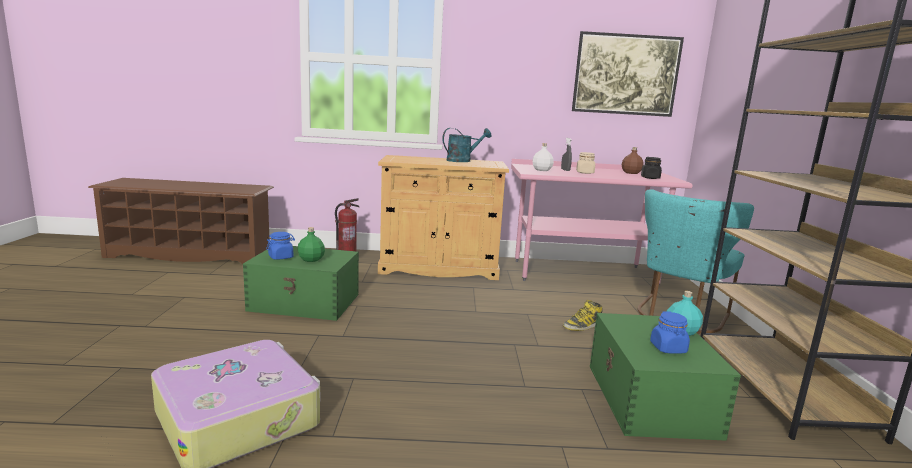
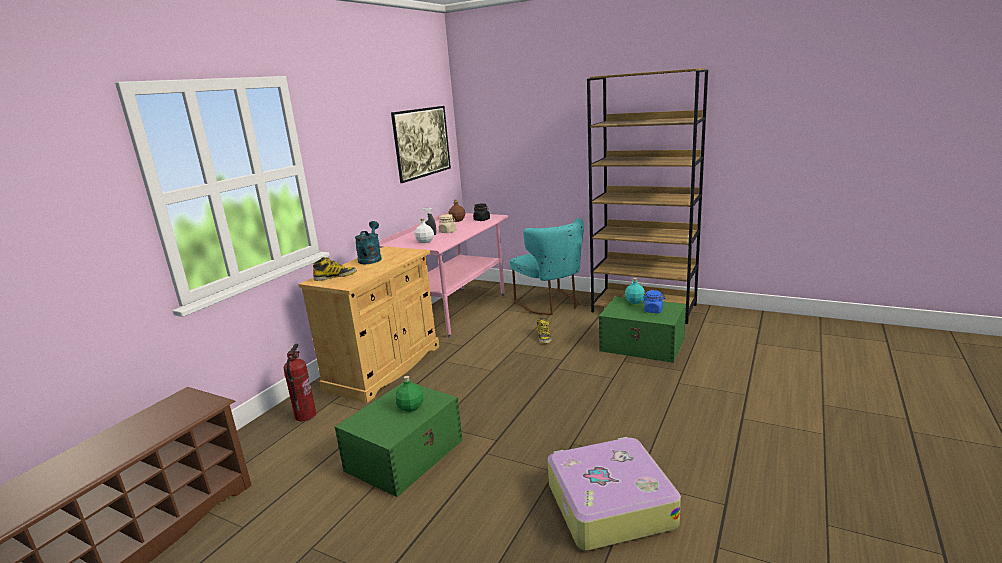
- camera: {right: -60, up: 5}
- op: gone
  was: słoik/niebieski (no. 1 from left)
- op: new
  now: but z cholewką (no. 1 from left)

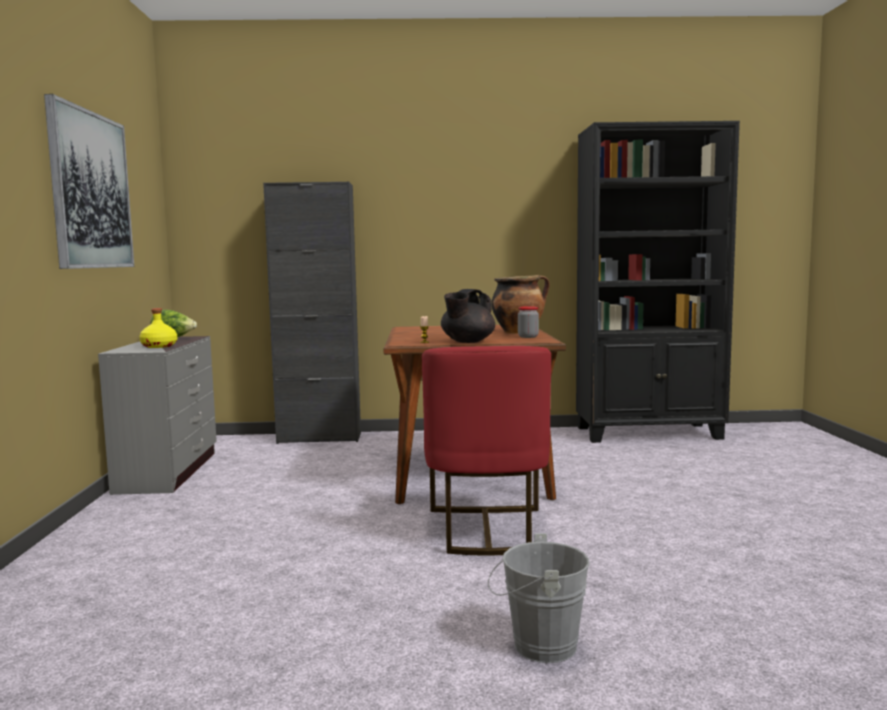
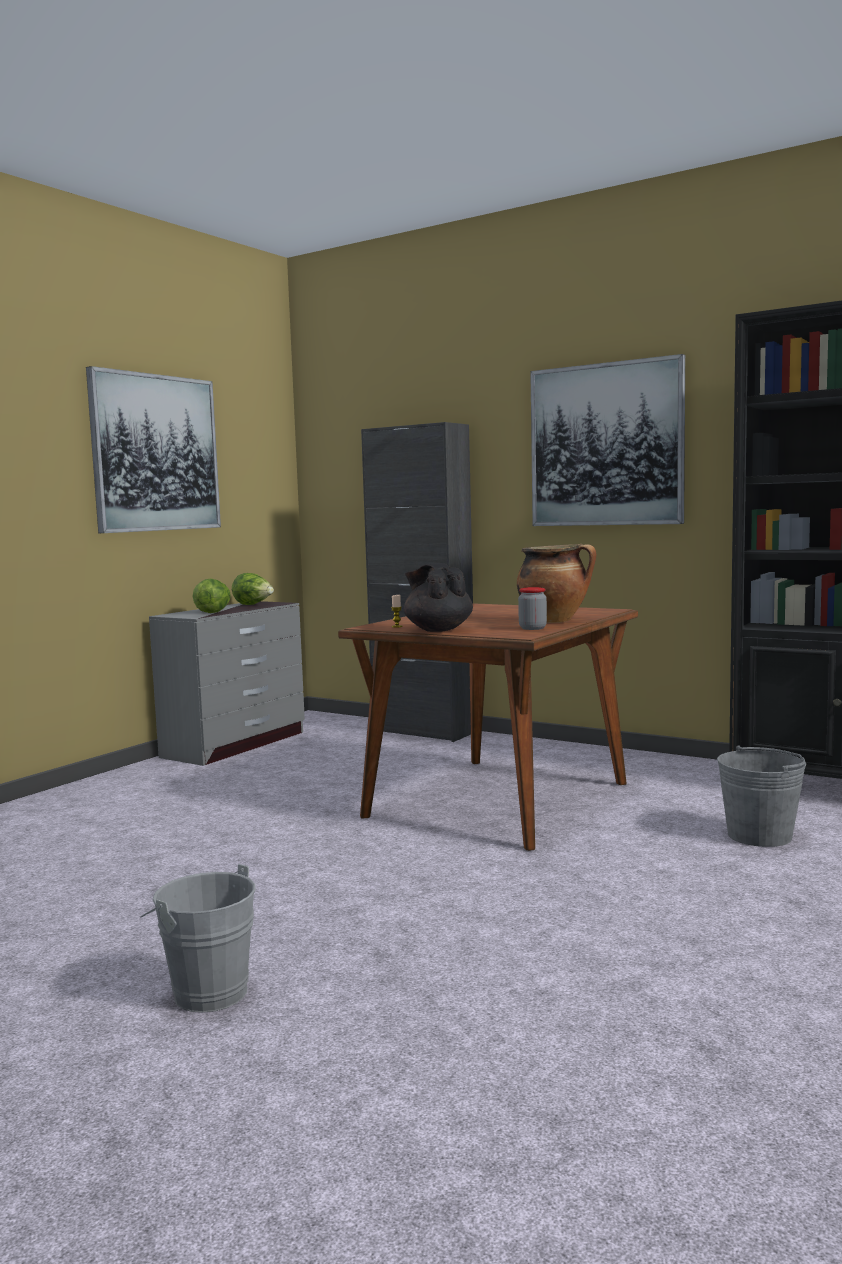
- camera: {right: 35, up: 0}
- op: gone
  was: krzesło/czerwony
- op: new
  now: obraz (no. 2 from left)
- op: new
  now: wiadro/szary (no. 2 from left)
- op: swapped
  was: butelka/żółty
  now: sałata (no. 1 from left)
- op: rotated
  was: imbryk/czarny
  clockwise: 75

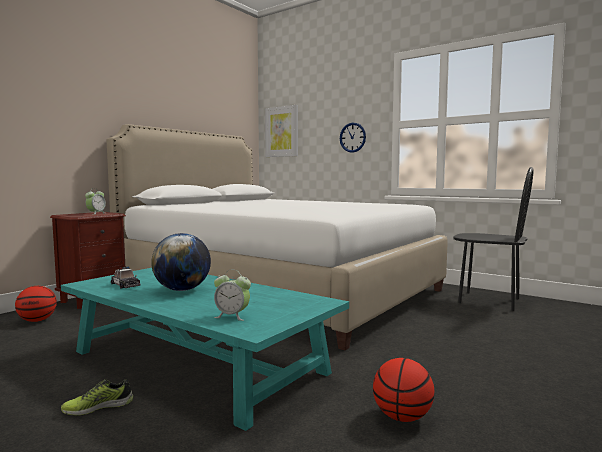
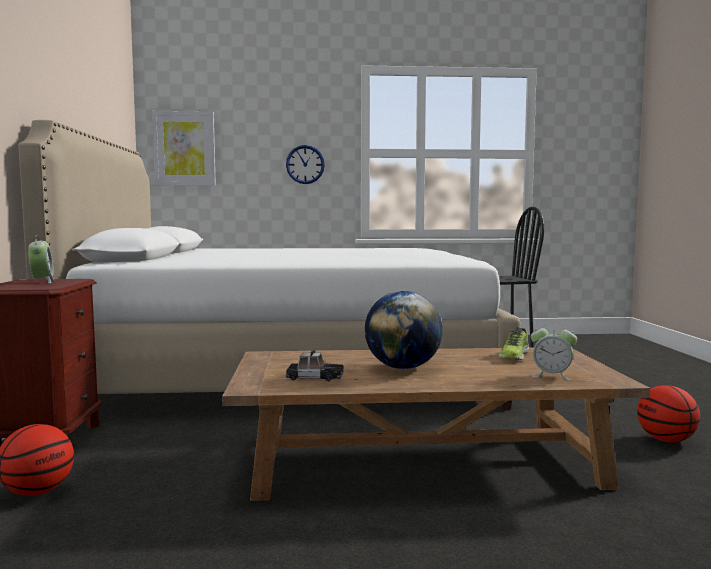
- camera: {right: -40, up: 0}
- op: shifted
  was: but
- op: repainted
  was: ława/turkusowy
  now: ława/brązowy
- op: rotated
  was: budzik (no. 2 from left)
  clockwise: 45

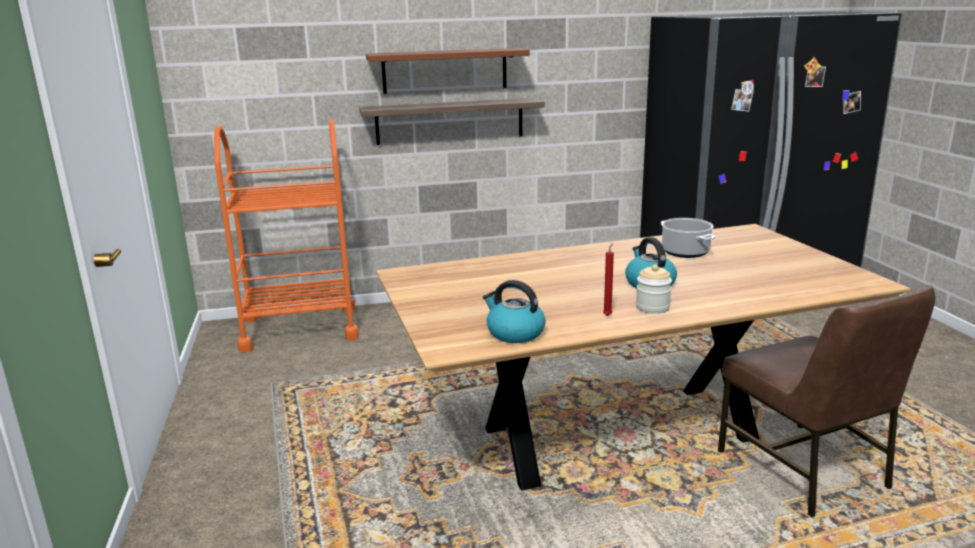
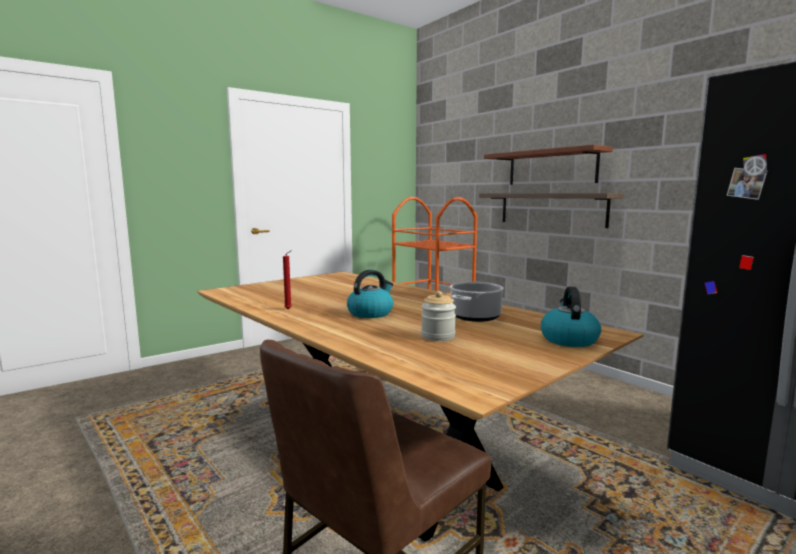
- camera: {right: 65, up: -10}
- op: shifted
  was: czajnik (no. 1 from left in the first image)
  now: czajnik (no. 2 from left)
- op: shifted
  was: słoik

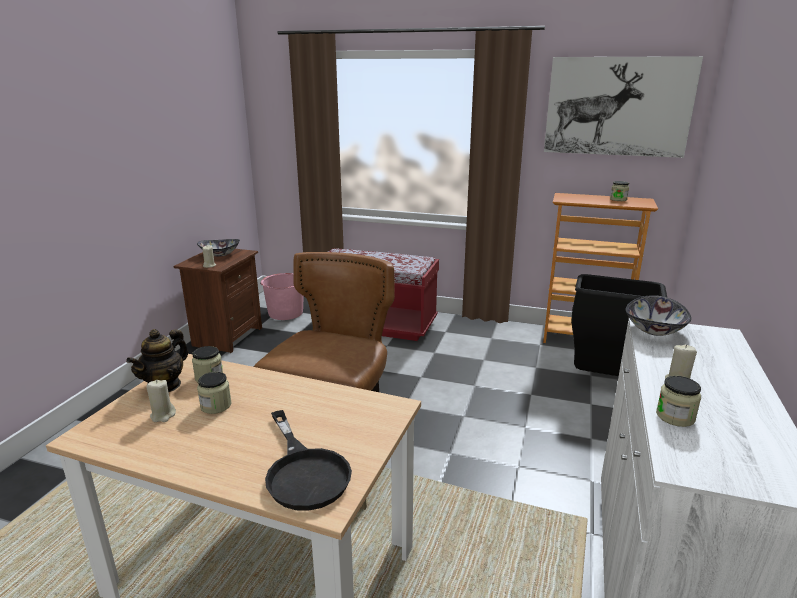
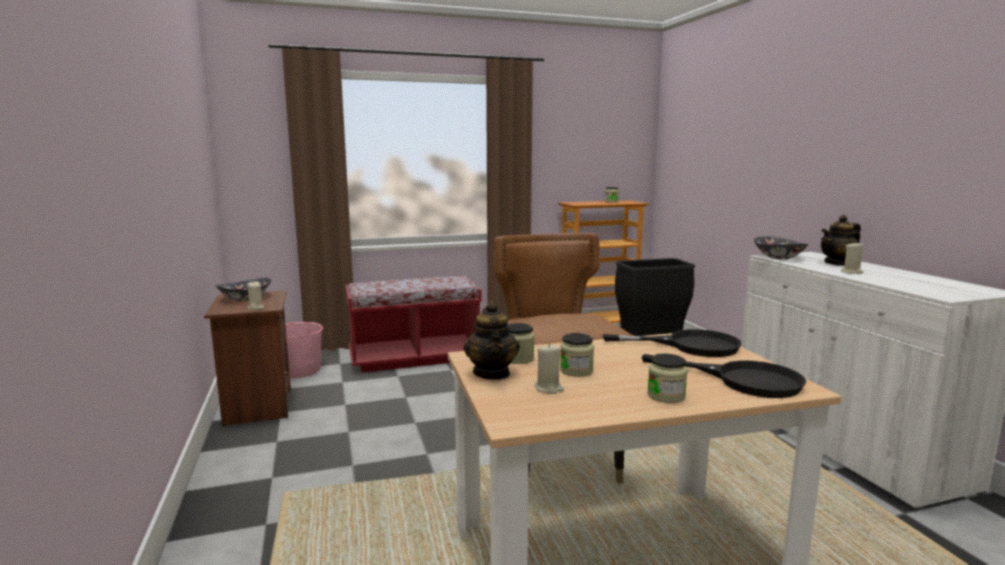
- camera: {right: -35, up: -10}
- op: gone
  was: obraz
- op: new
  now: patelnia/czarny (no. 1 from left)
- op: new
  now: imbryk (no. 2 from left)
- op: shifted
  was: słoik (no. 4 from left)

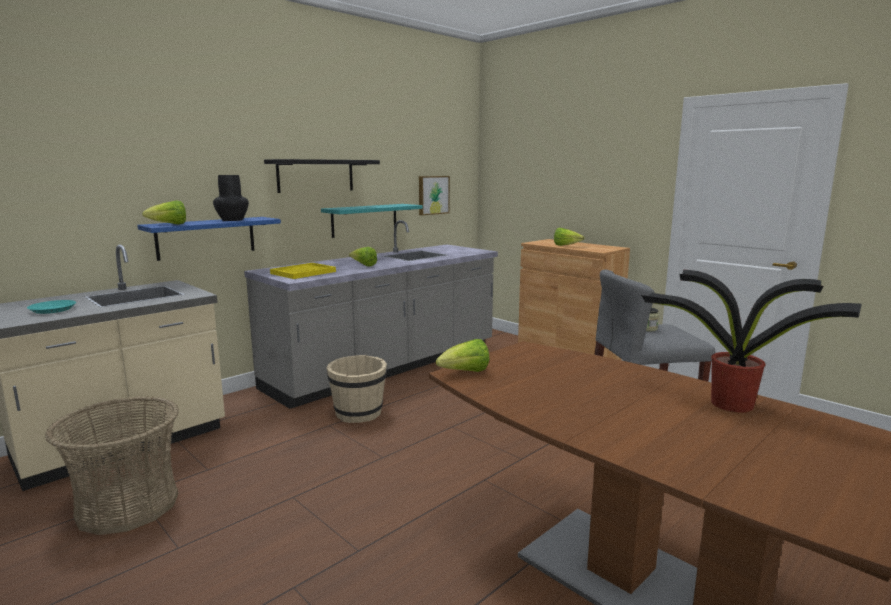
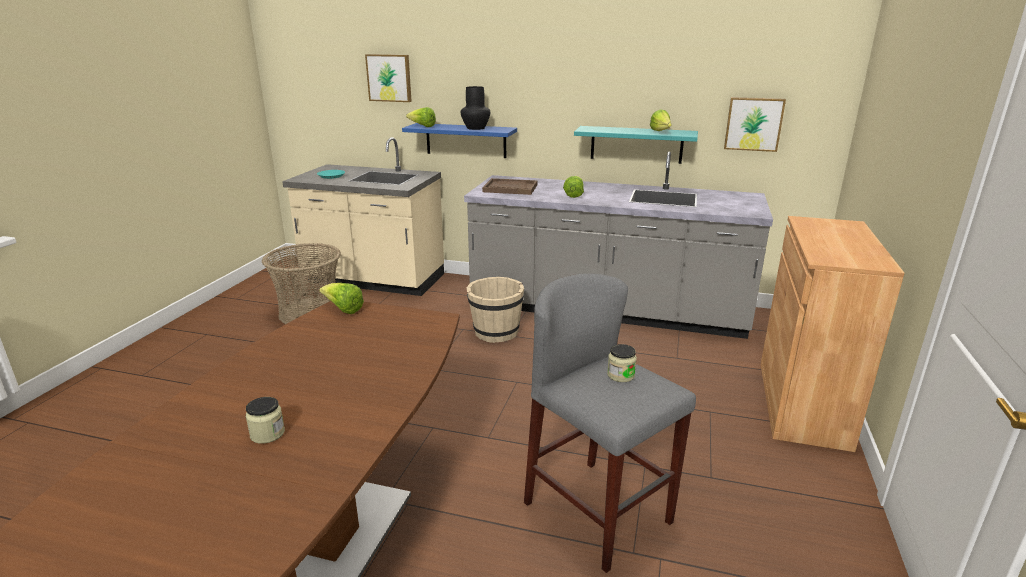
- camera: {right: 60, up: 10}
- op: gone
  was: półka/czarny
- op: gone
  was: roślina doniczkowa
- op: new
  now: słoik (no. 1 from left)
- op: new
  now: obraz (no. 1 from left)
- op: shifted
  was: sałata (no. 4 from left)
- op: repainted
  was: taca/żółty
  now: taca/brązowy

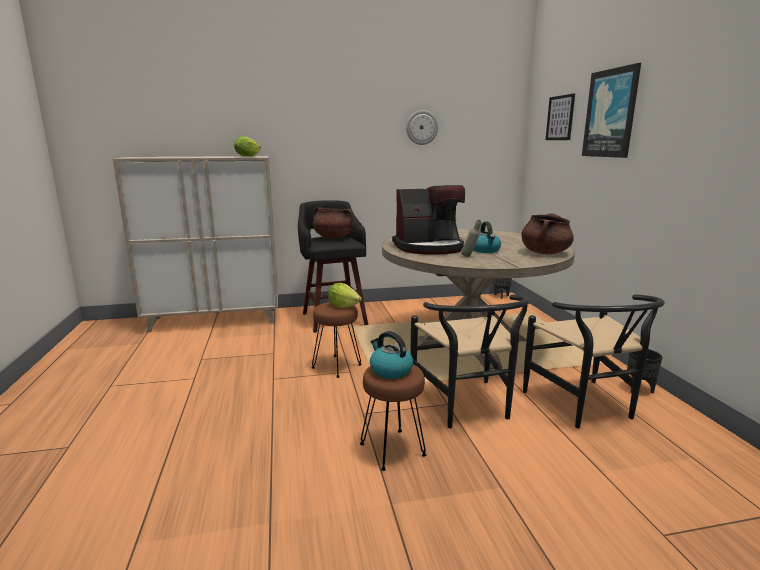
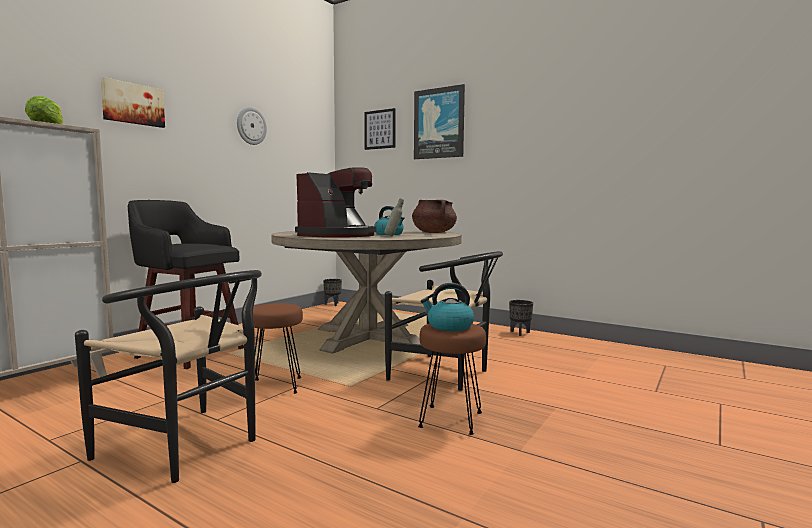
- camera: {right: -45, up: -10}
- op: gone
  was: garnek/brązowy (no. 1 from left)
- op: gone
  was: sałata (no. 2 from left)
- op: new
  now: obraz (no. 1 from left)
- op: shifted
  was: krzesło/czarny (no. 2 from left in the first image)
  now: krzesło/czarny (no. 1 from left)

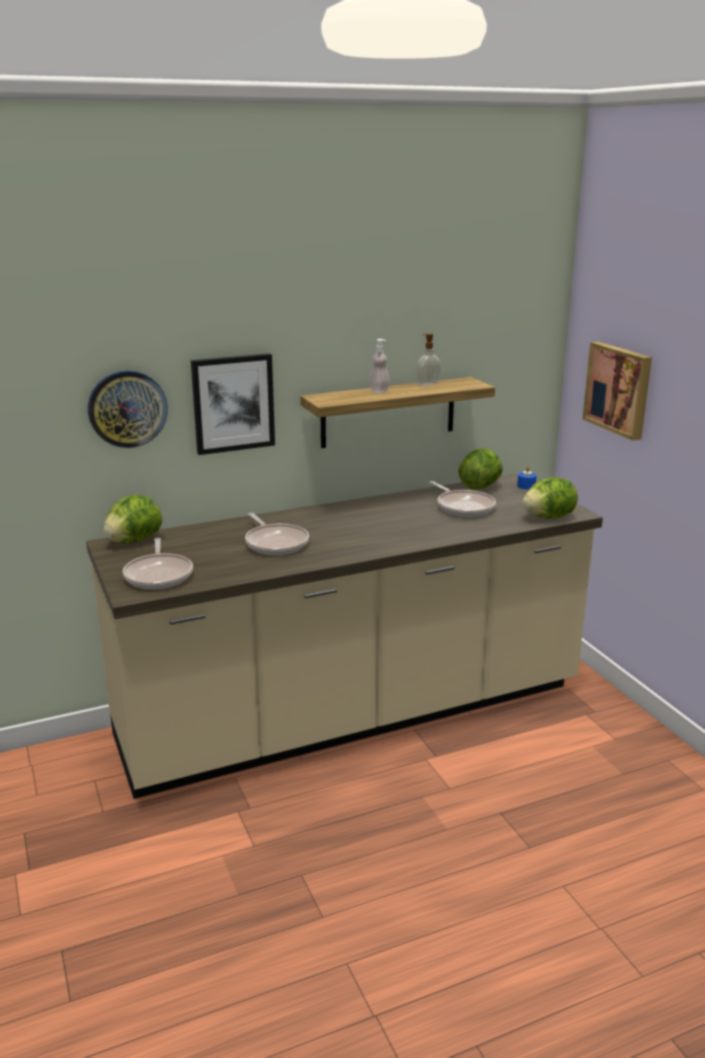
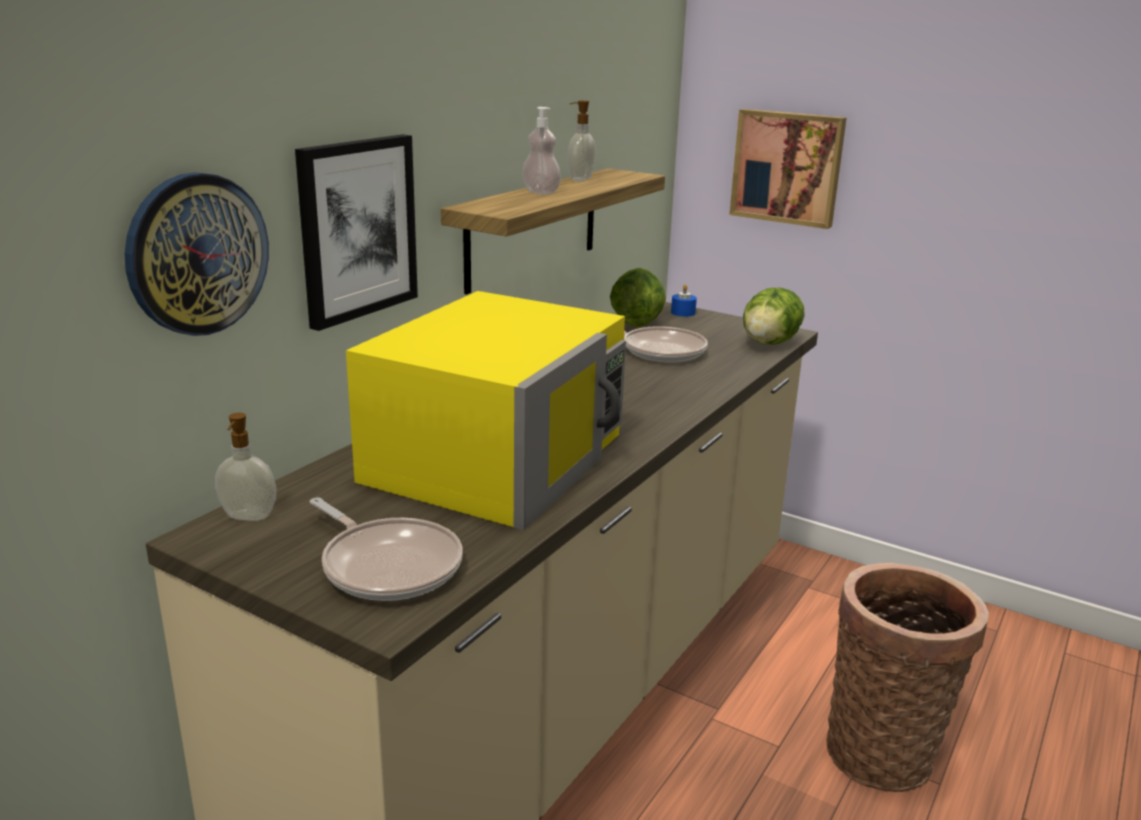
- camera: {right: -35, up: 0}
- op: new
  now: koszyk
- op: swapped
  was: sałata (no. 1 from left)
  now: dozownik mydła (no. 1 from left)
- op: swapped
  was: patelnia (no. 2 from left)
  now: mikrofalówka/żółty

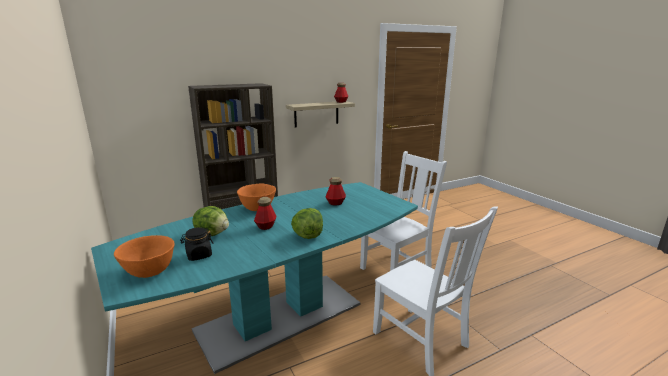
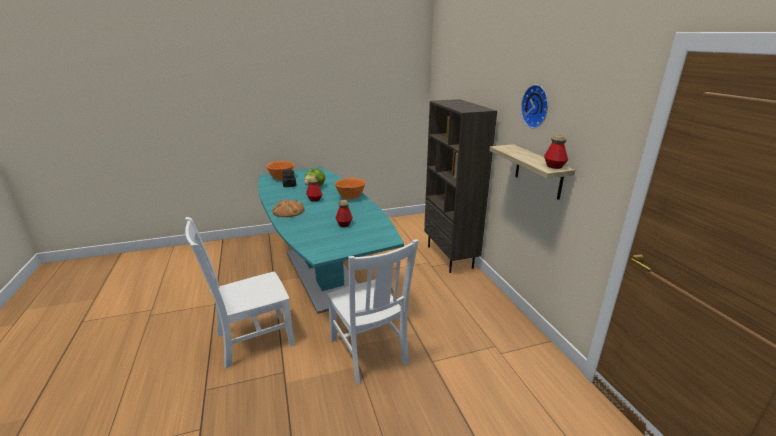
- camera: {right: 100, up: 5}
- op: new
  now: zegar ścienny
- op: swapped
  was: sałata (no. 2 from left)
  now: chleb

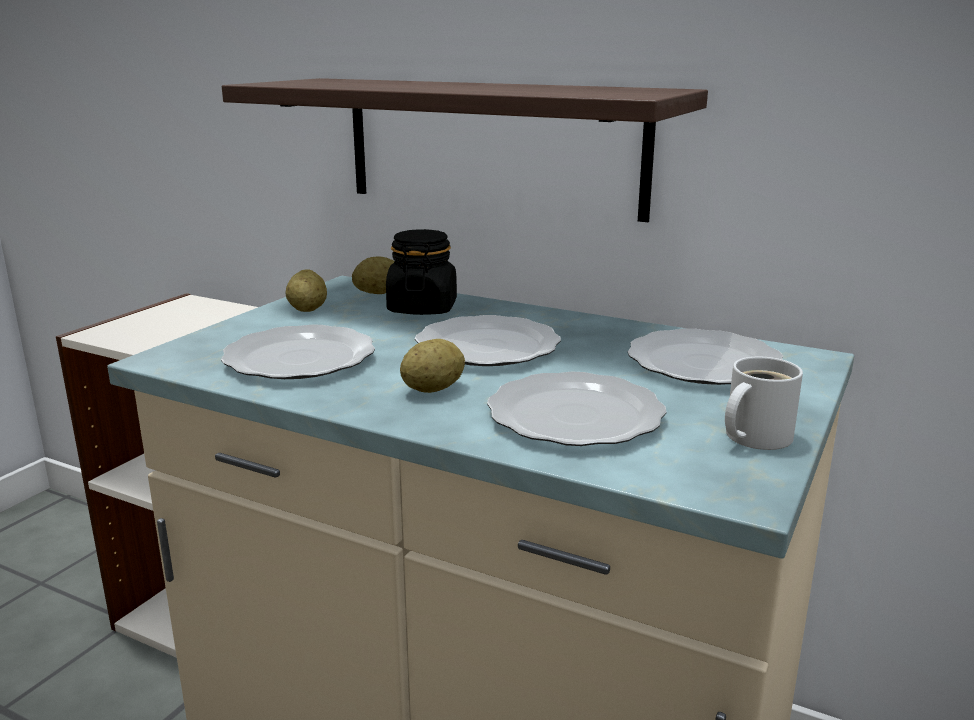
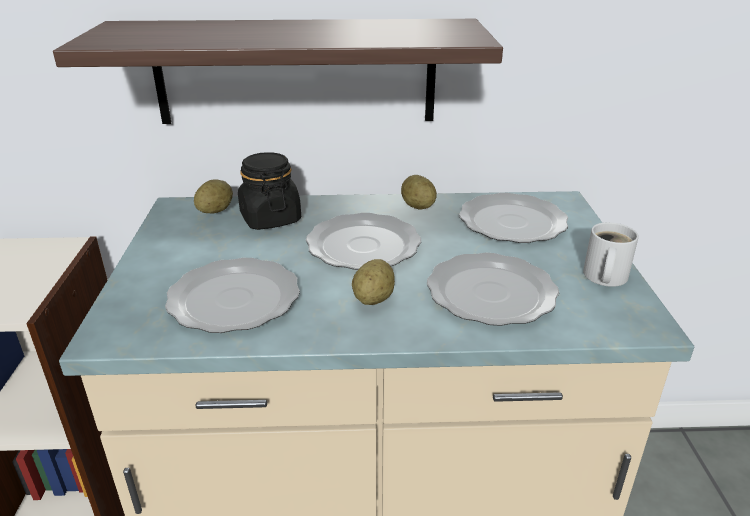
- camera: {right: -30, up: 10}
- op: shifted
  was: ziemniak (no. 1 from left in the first image)
  now: ziemniak (no. 3 from left)

